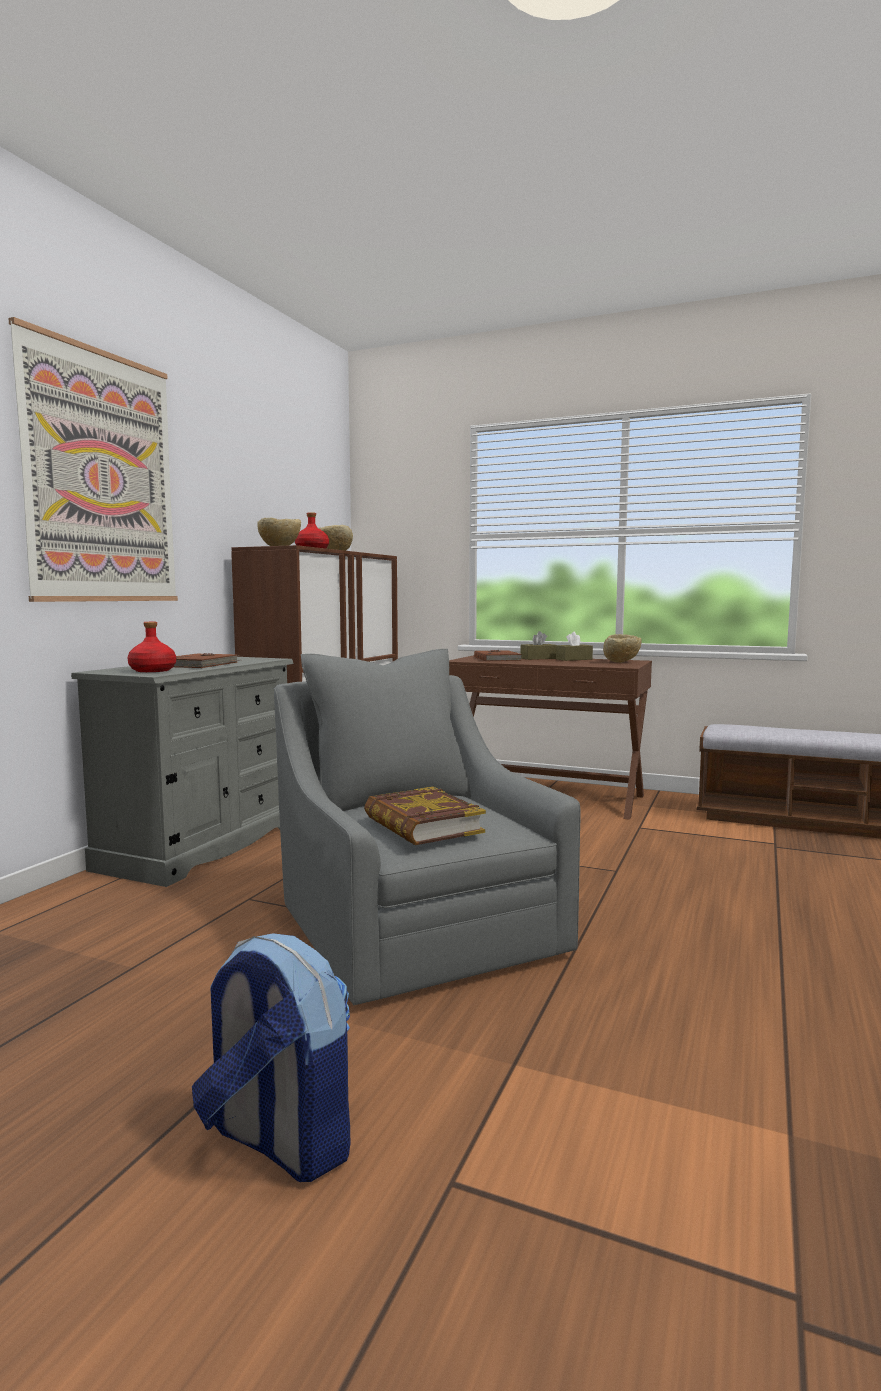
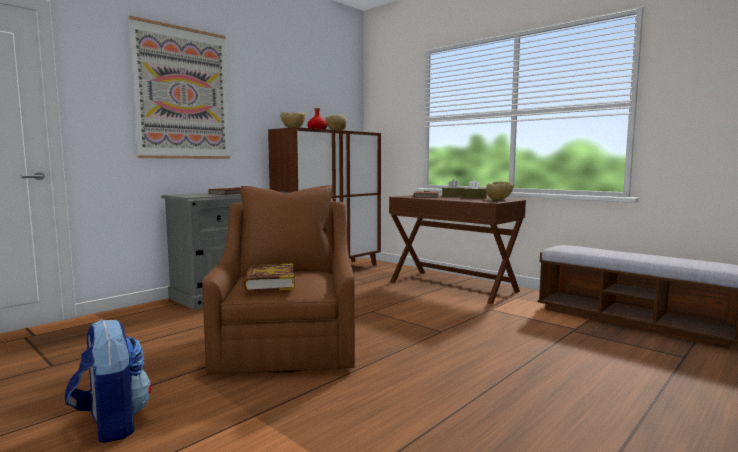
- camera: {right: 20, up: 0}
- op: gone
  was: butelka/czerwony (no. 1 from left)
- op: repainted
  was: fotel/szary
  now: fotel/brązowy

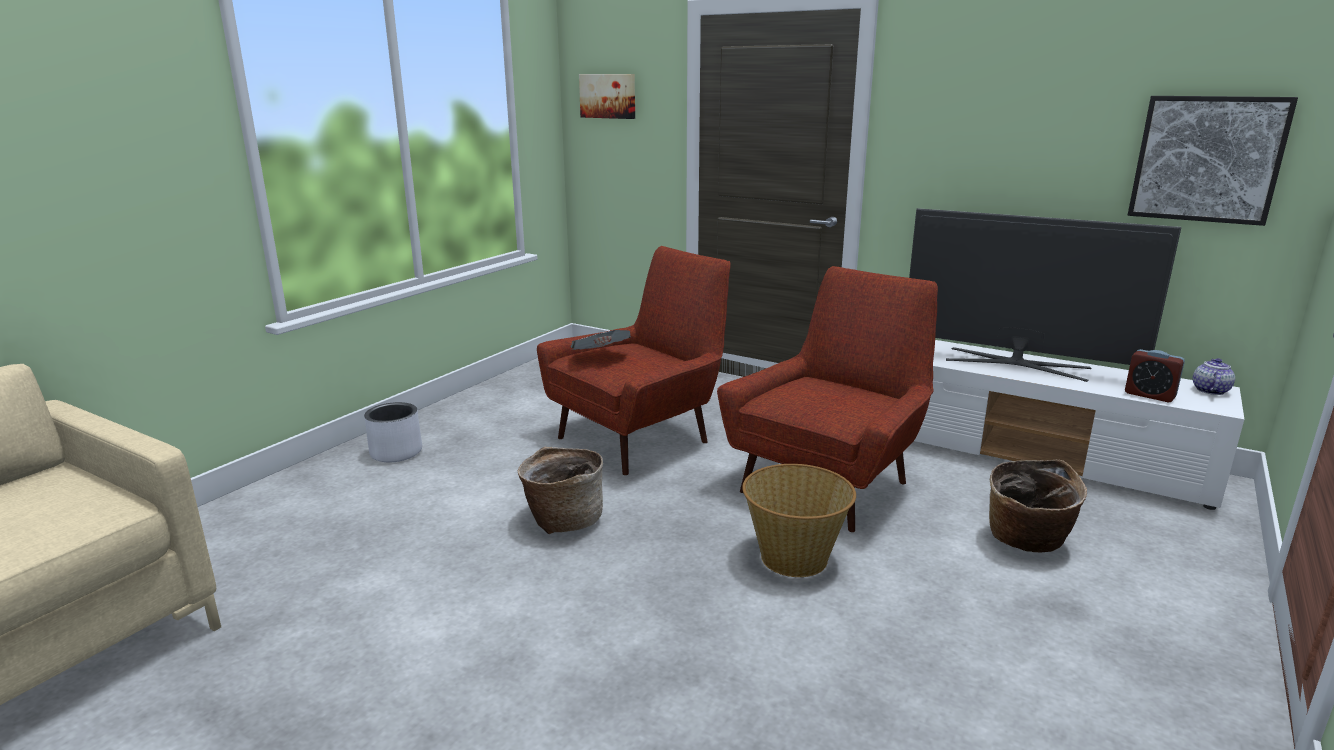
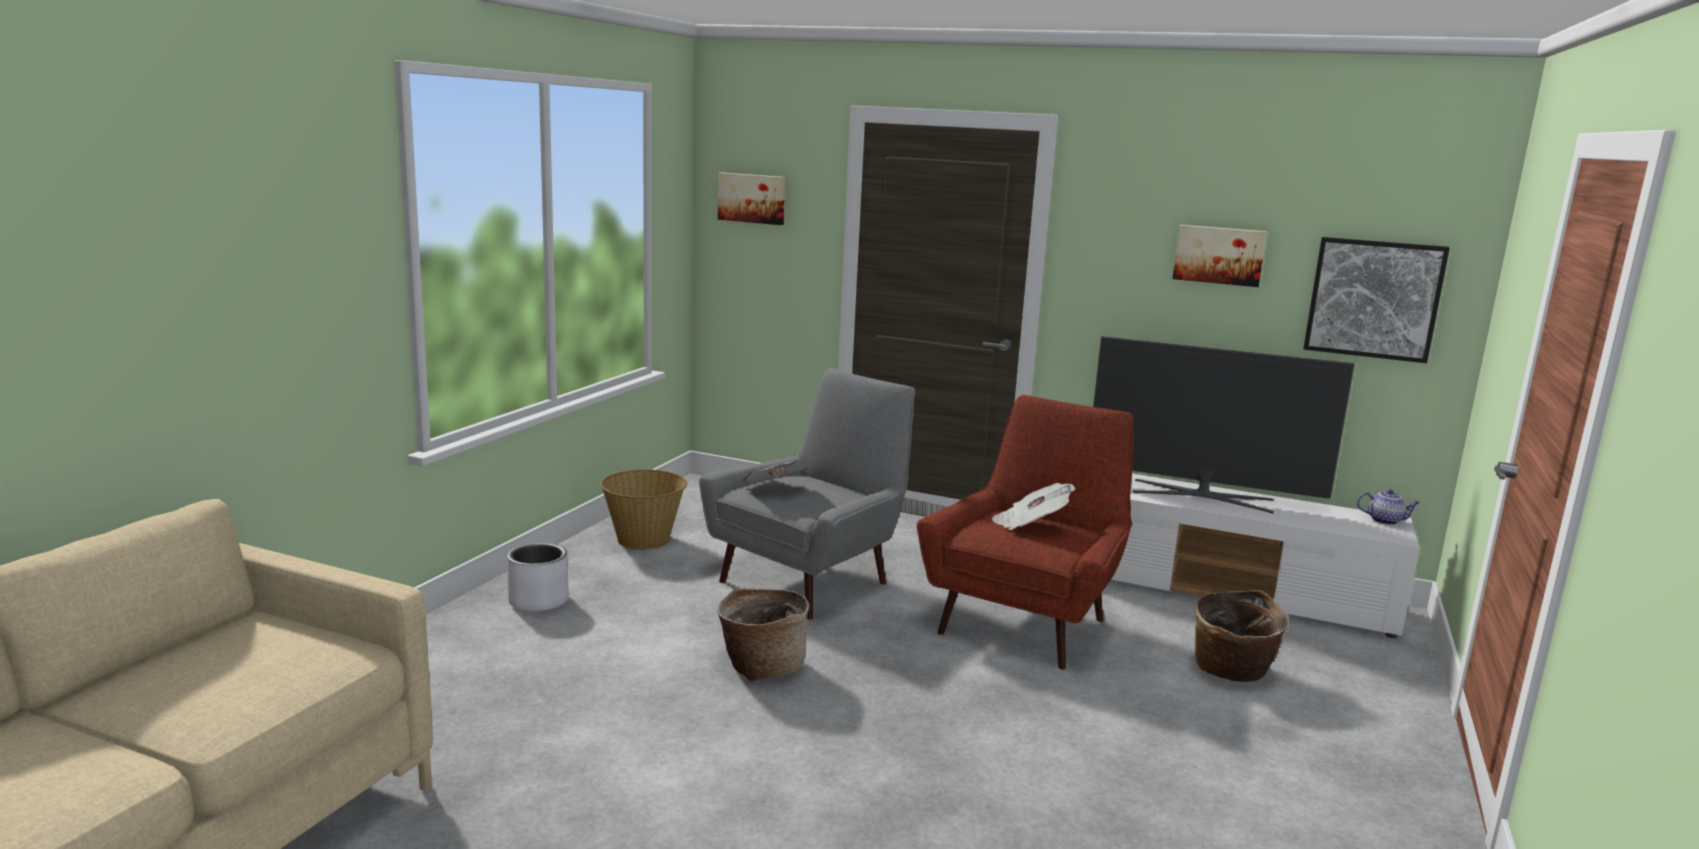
- camera: {right: -10, up: -5}
- op: gone
  was: budzik
- op: new
  now: gazeta (no. 2 from left)
- op: new
  now: obraz (no. 2 from left)
- op: shifted
  was: koszyk (no. 2 from left in the first image)
  now: koszyk (no. 1 from left)
- op: repainted
  was: fotel/czerwony (no. 1 from left)
  now: fotel/szary
- op: rotated
  was: imbryk
  clockwise: 90

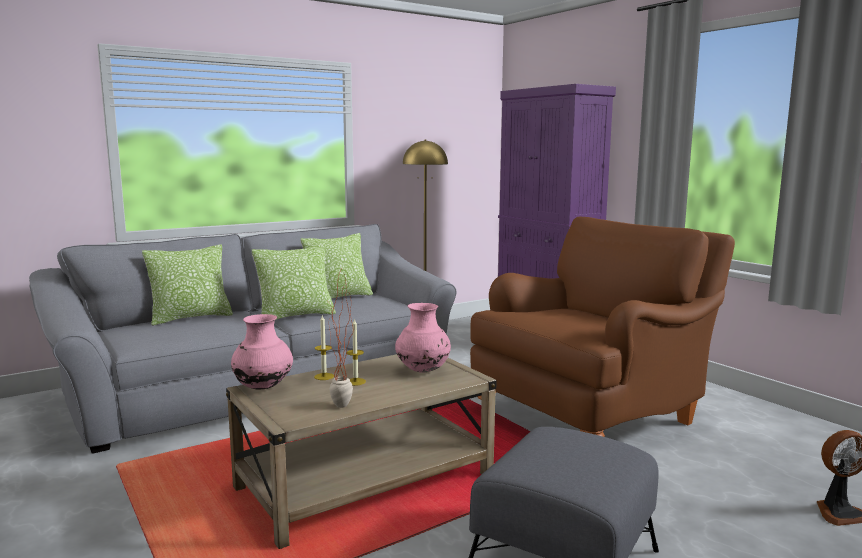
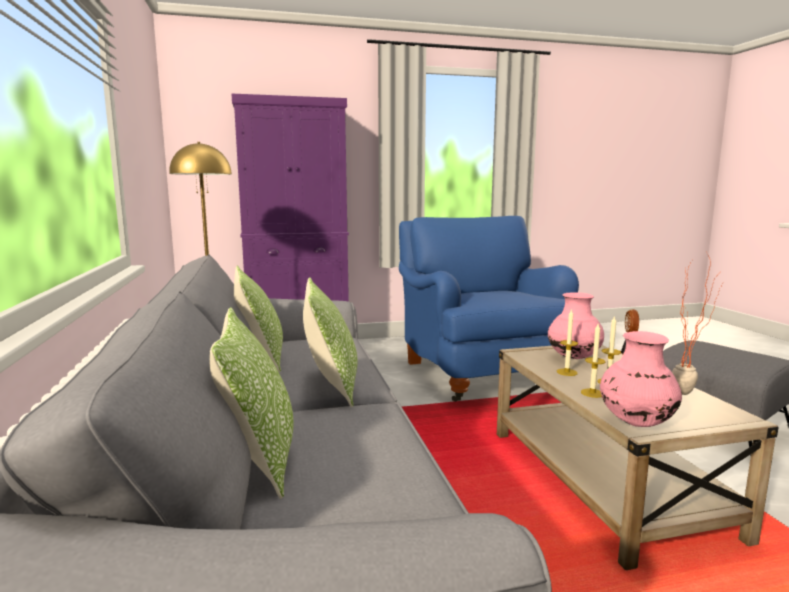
- camera: {right: -70, up: 0}
- op: new
  now: świeca (no. 1 from left)
- op: repainted
  was: fotel/brązowy
  now: fotel/niebieski

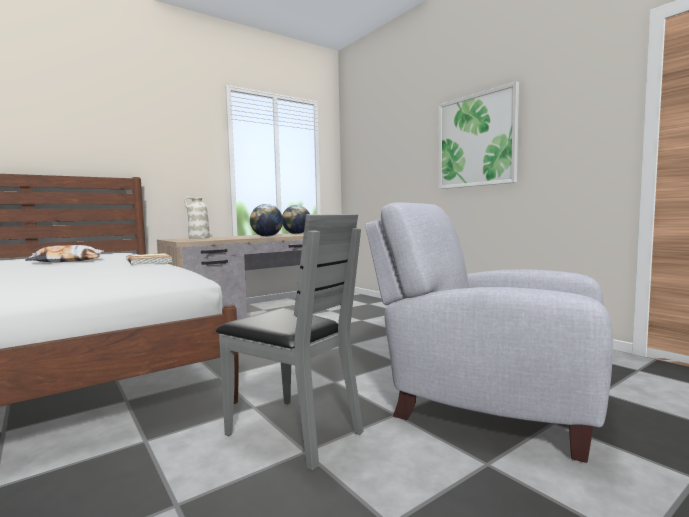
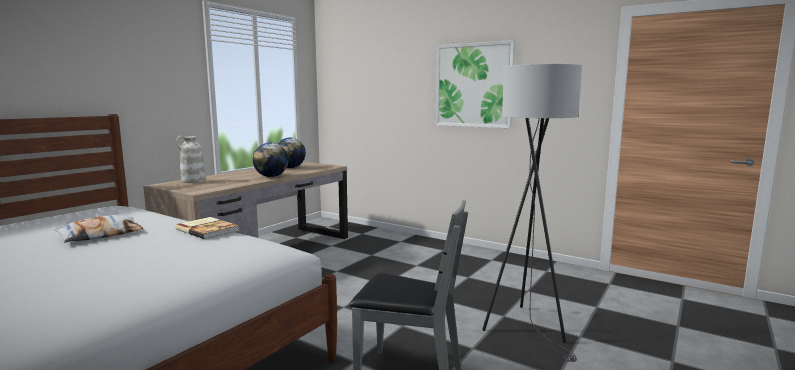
- camera: {right: -20, up: 5}
- op: swapped
  was: fotel/szary
  now: lampa stojąca/szary

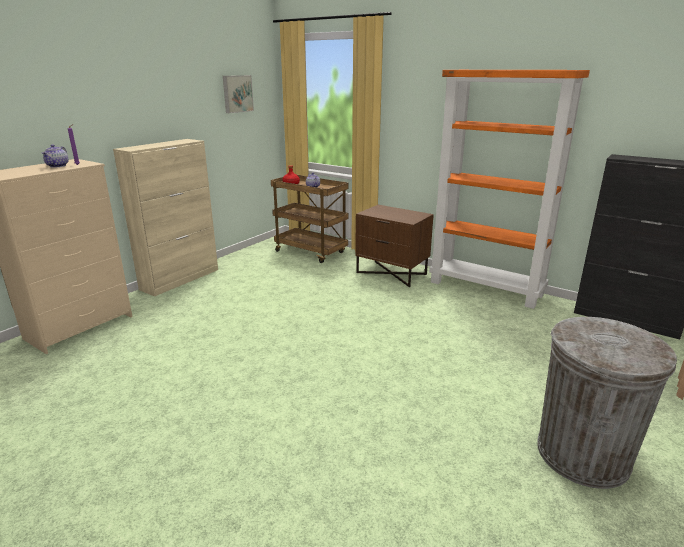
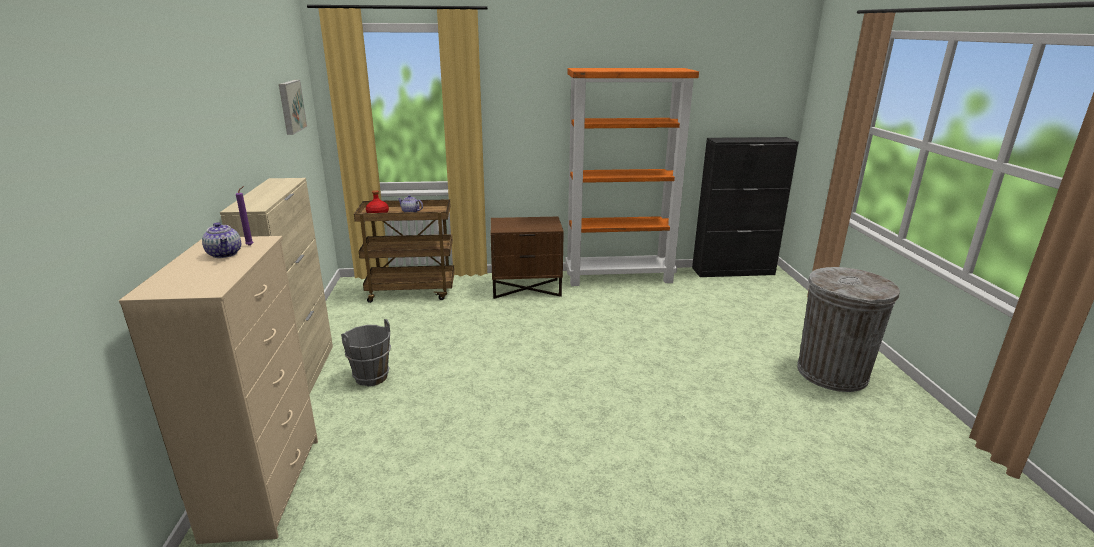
- camera: {right: -40, up: 0}
- op: new
  now: wiadro/szary

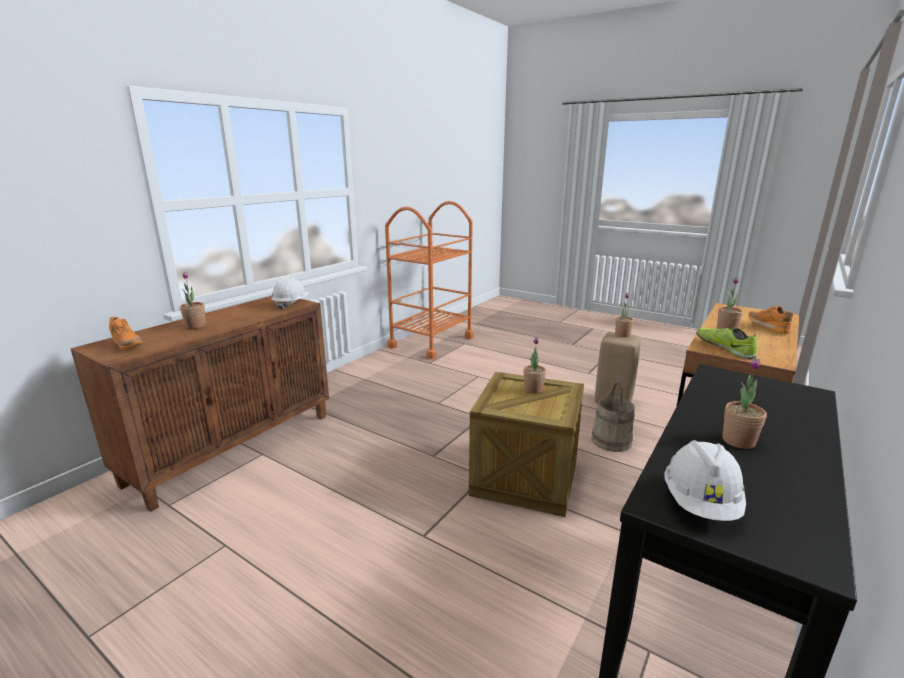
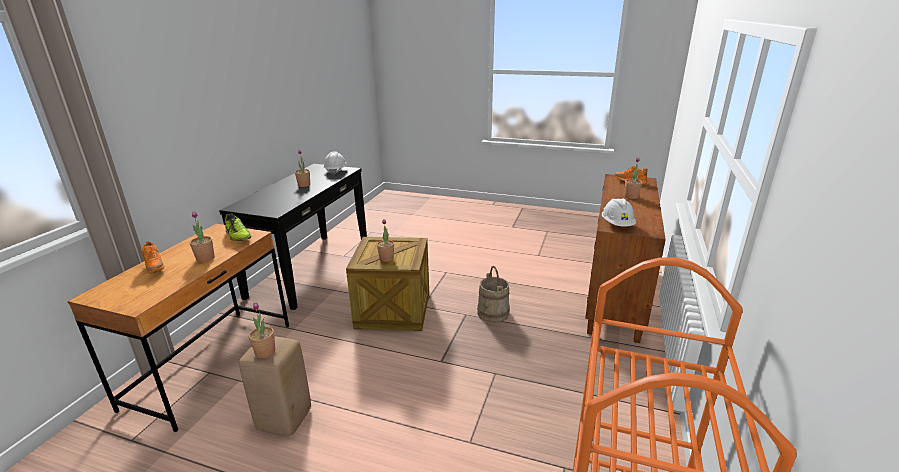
- camera: {right: 165, up: 5}
- op: shifted
  was: wiadro/beżowy

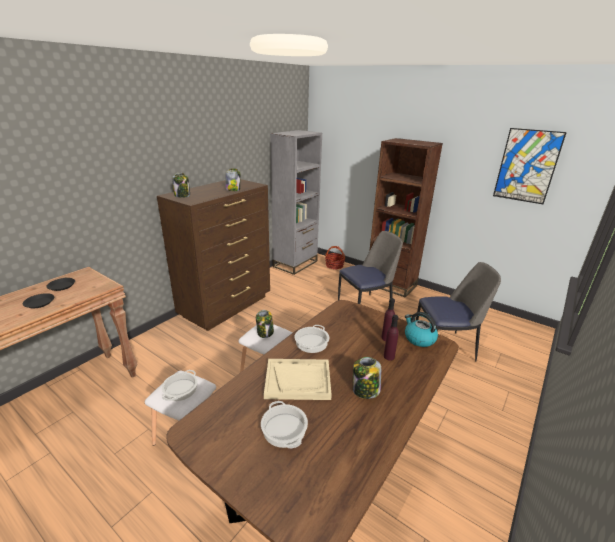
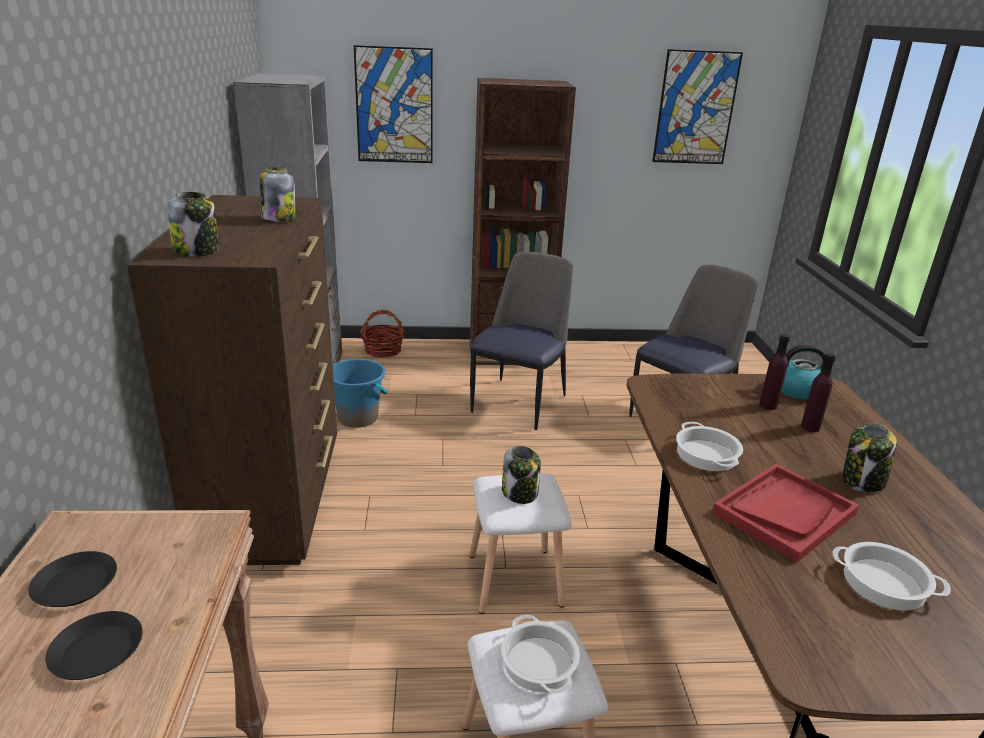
- camera: {right: -40, up: 0}
- op: new
  now: wiadro/niebieski
- op: new
  now: obraz (no. 1 from left)
- op: repainted
  was: taca/beżowy
  now: taca/czerwony

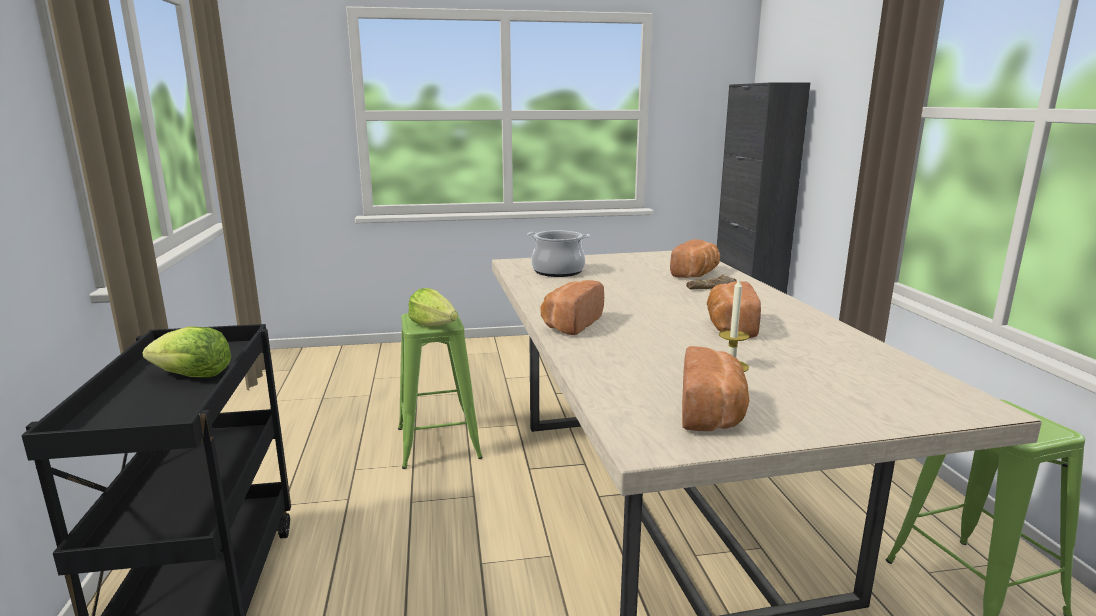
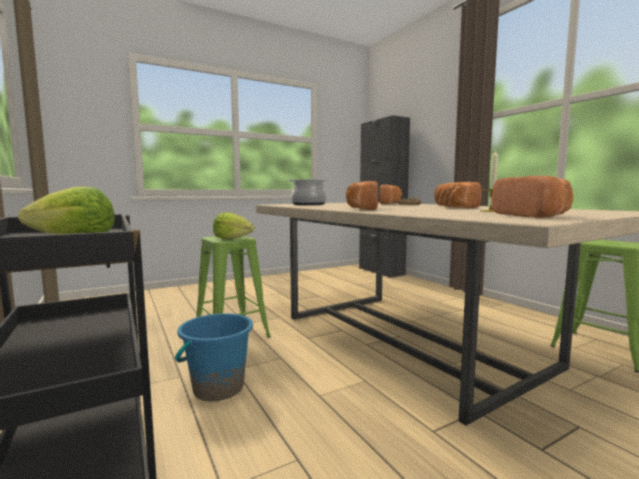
- camera: {right: -20, up: -10}
- op: new
  now: wiadro/niebieski

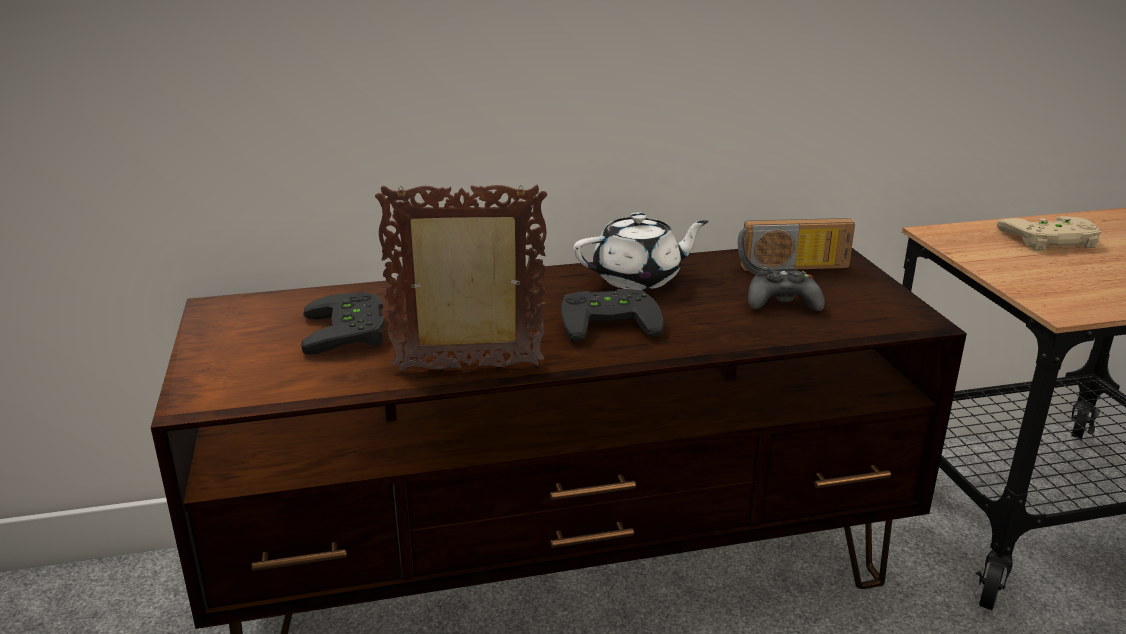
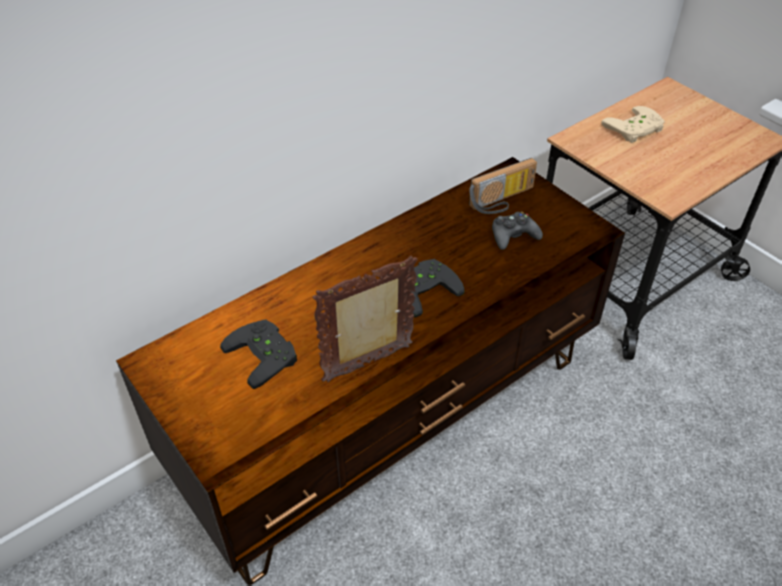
- camera: {right: -25, up: 20}
- op: gone
  was: imbryk/biały

